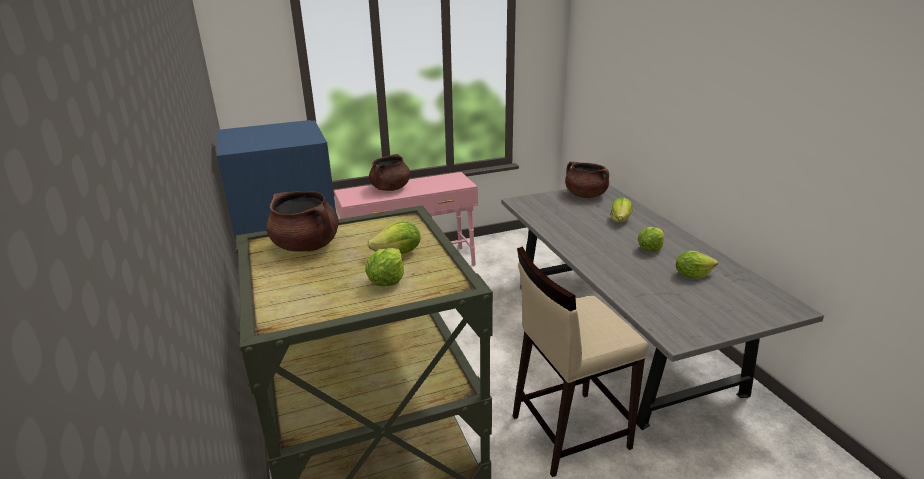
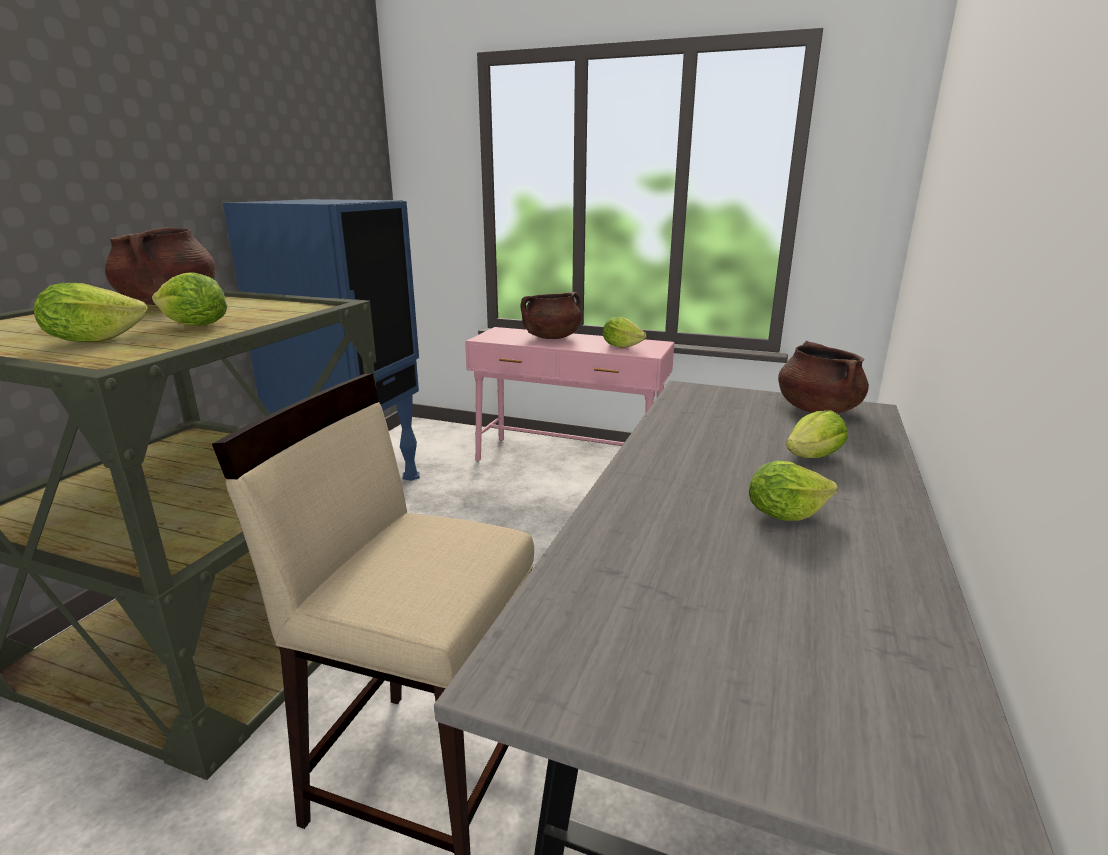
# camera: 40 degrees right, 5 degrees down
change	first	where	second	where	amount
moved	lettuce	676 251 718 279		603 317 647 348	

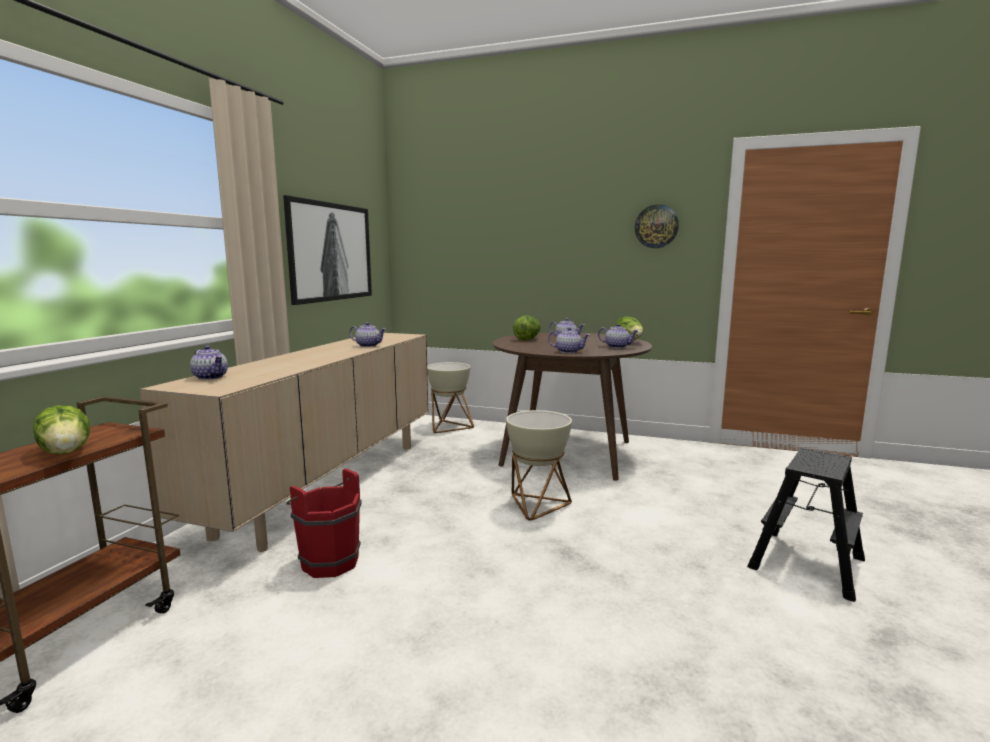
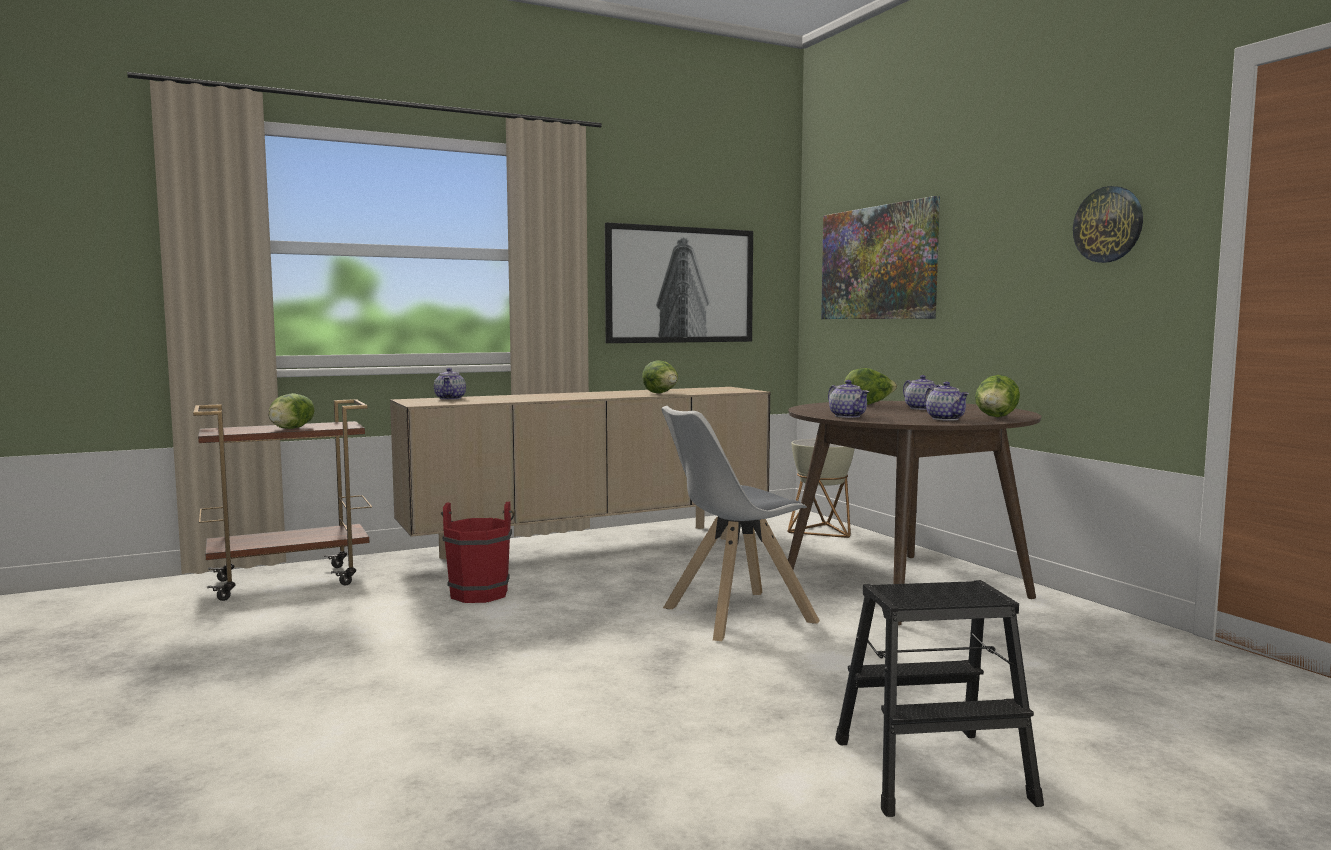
# camera: 45 degrees right, 5 degrees down
change	first	where	second	where	amount
replaced	teapot	349 322 386 347	lettuce	642 360 678 393	
replaced	planter	506 410 572 521	chair	661 406 820 641	
added			picture	821 196 940 319	

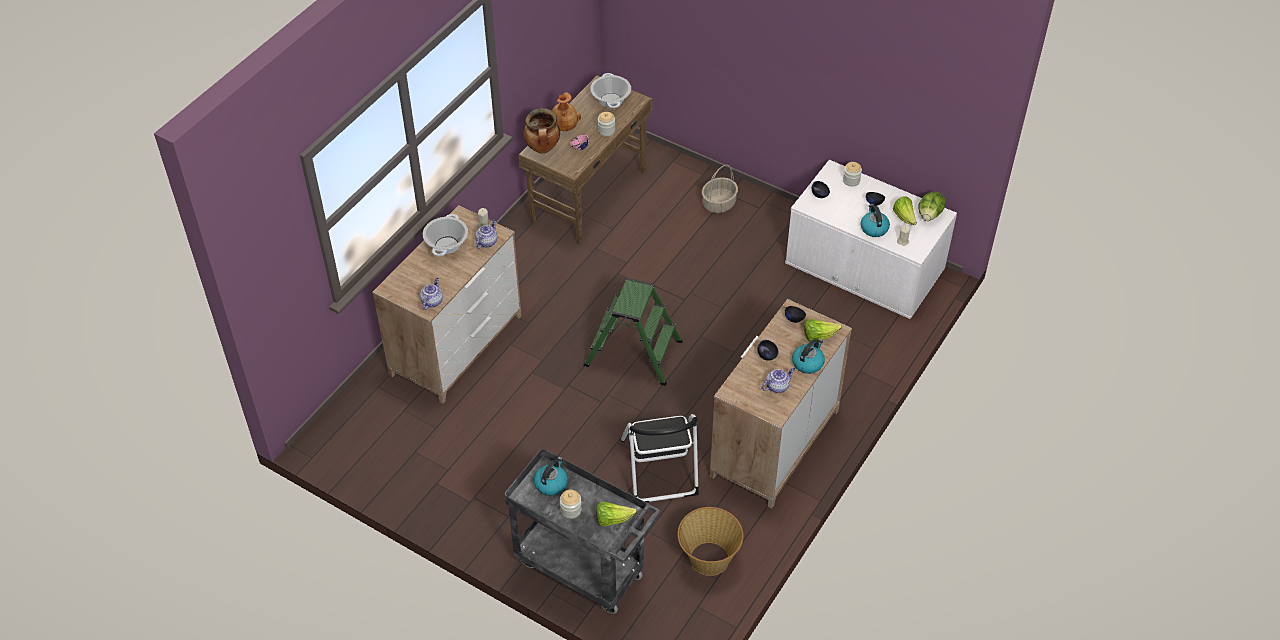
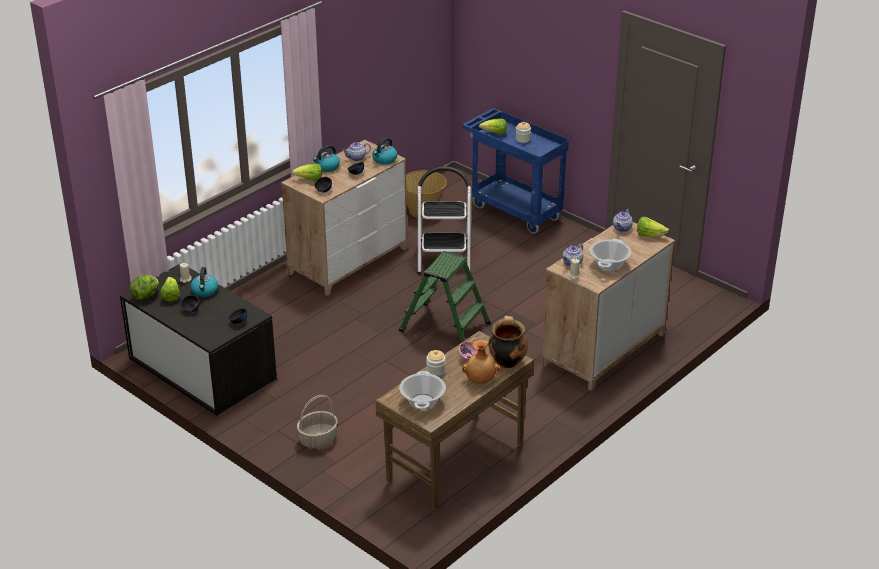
# camera: 170 degrees left, 15 degrees down
change	first	where	second	where	amount
recoloured	white cabinet	785 160 957 319	black cabinet	120 263 277 416	
moved	kettle	534 457 568 496		372 137 397 165	
recoloured	grey cart	505 449 660 614	blue cart	463 108 569 234	
added			lettuce	637 217 669 237	
removed	jar	843 162 862 187			

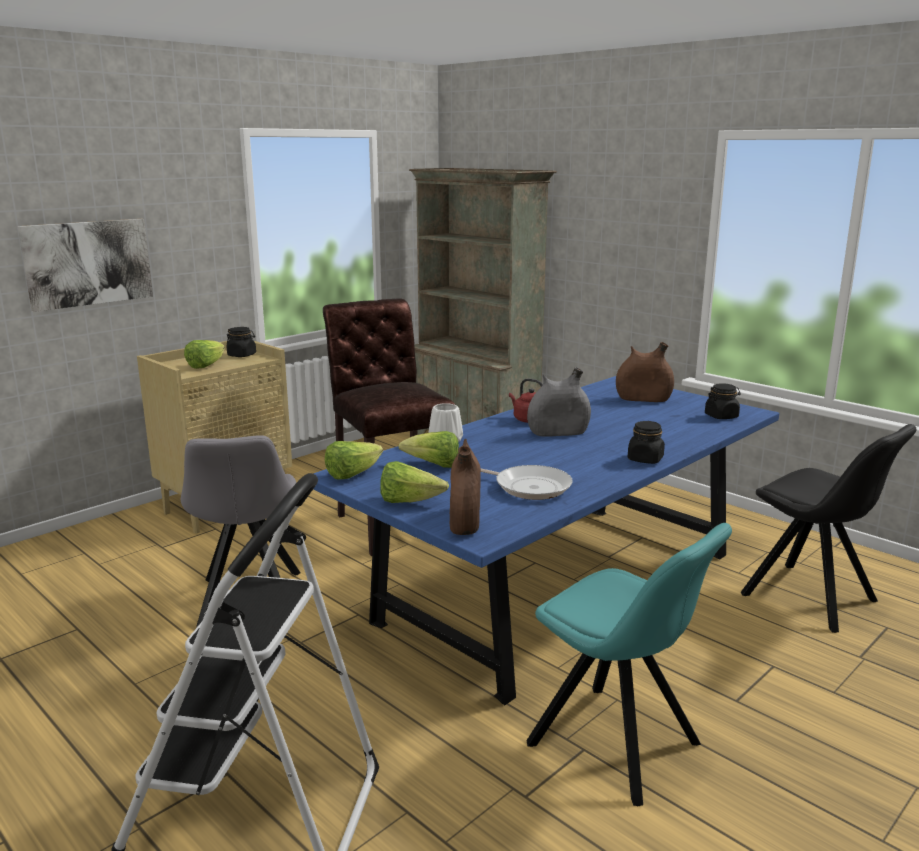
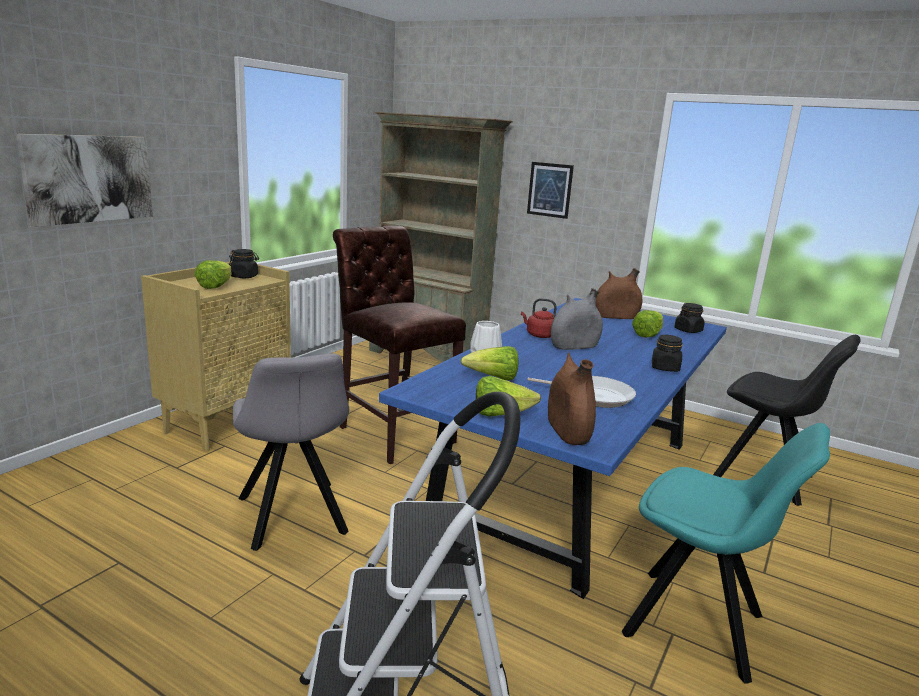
# camera: 15 degrees left, 0 degrees up
change	first	where	second	where	amount
added			picture	527 162 574 219	
moved	lettuce	325 441 383 480		632 310 663 337	

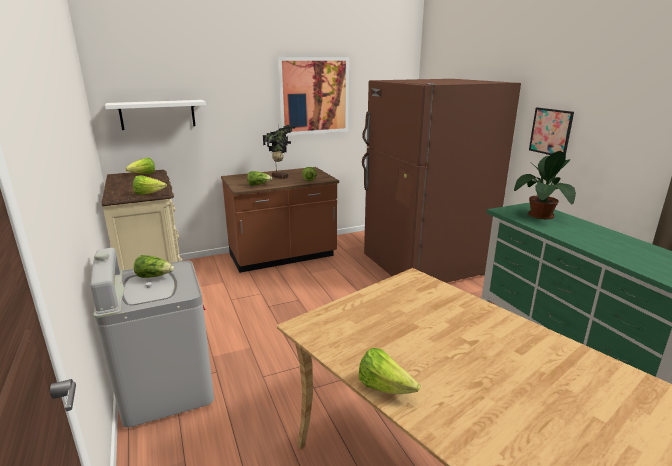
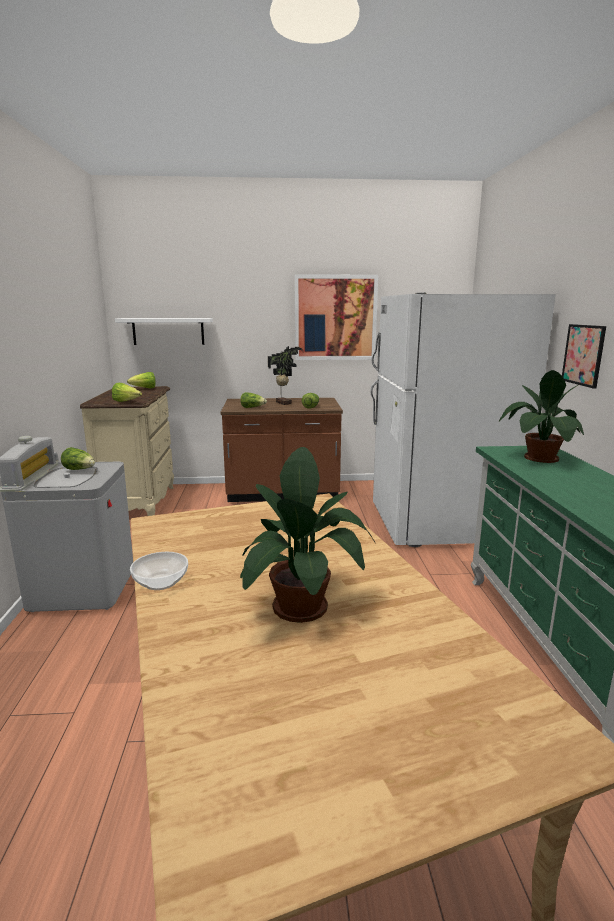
# camera: 20 degrees right, 5 degrees down
change	first	where	second	where	amount
replaced	lettuce	359 348 420 394	bowl	130 552 188 590	
added			potted plant	240 447 375 623	
recoloured	brown fridge	362 79 521 283	white fridge	370 292 556 547	

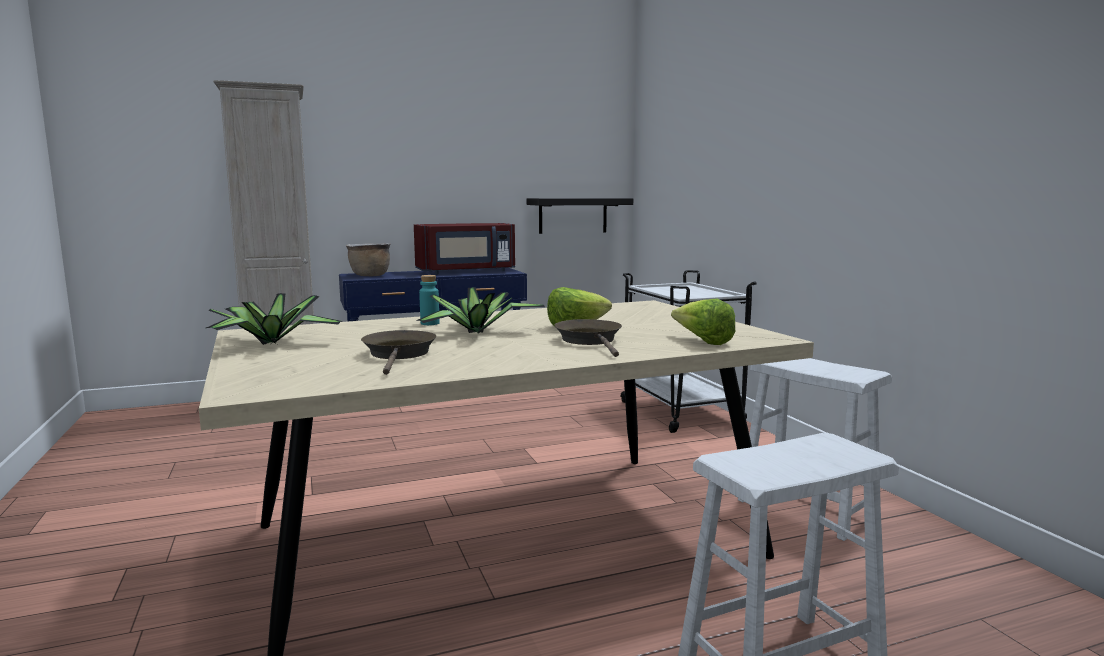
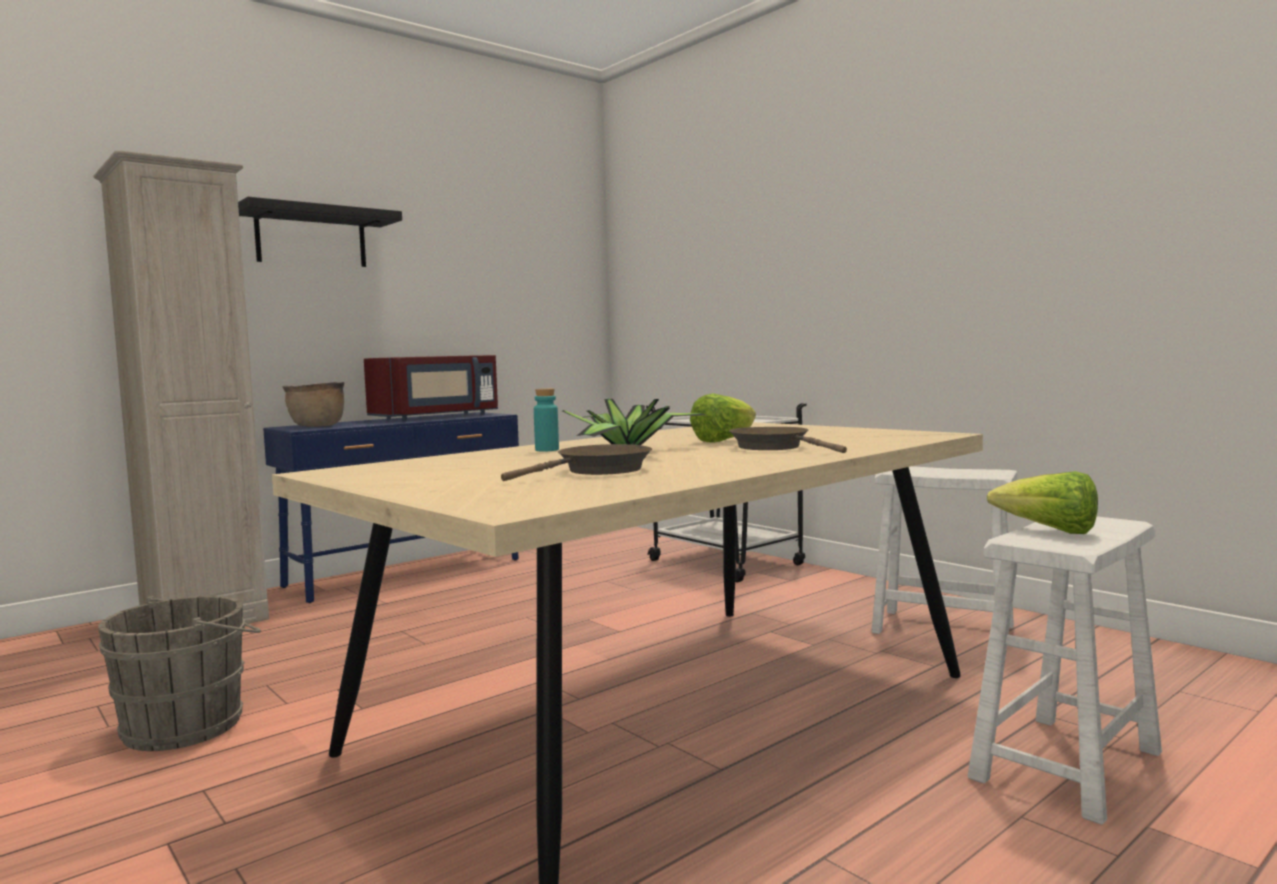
# camera: 20 degrees left, 5 degrees down
change	first	where	second	where	amount
added			grey bucket	98 596 261 751	
moved	black shelf	527 198 633 234		238 197 402 267	
turned	brown frying pan	361 330 437 375		501 444 652 481	75 degrees clockwise
moved	lettuce	671 299 735 345		987 471 1098 534	
removed	potted plant	206 293 343 345			

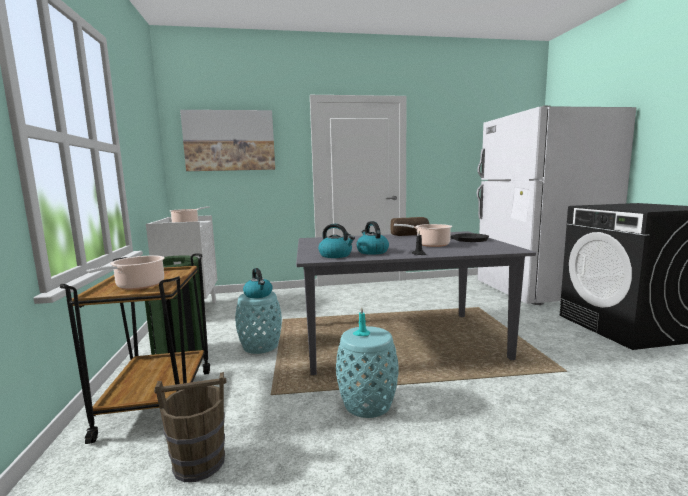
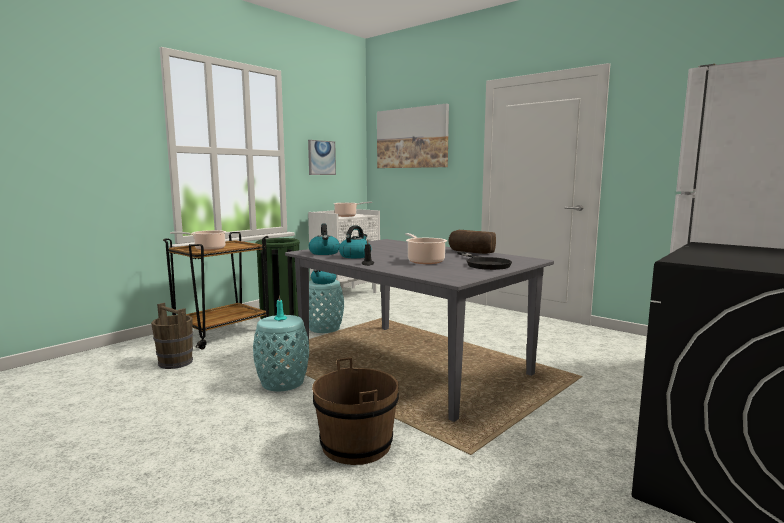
# camera: 50 degrees right, 0 degrees up
change	first	where	second	where	amount
added			picture	308 140 336 175	
added			brown bucket	312 357 399 465	

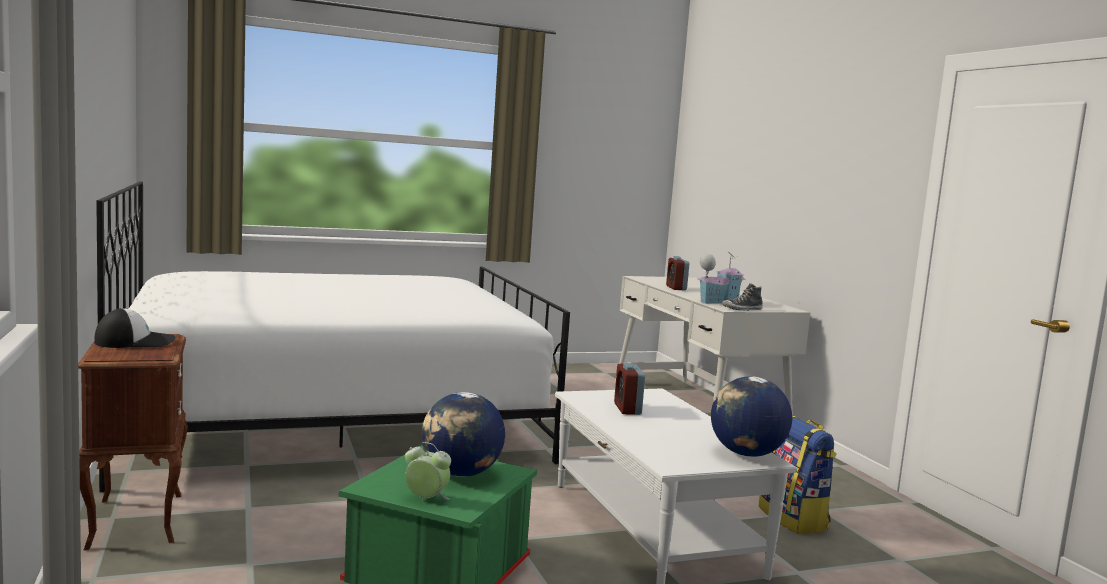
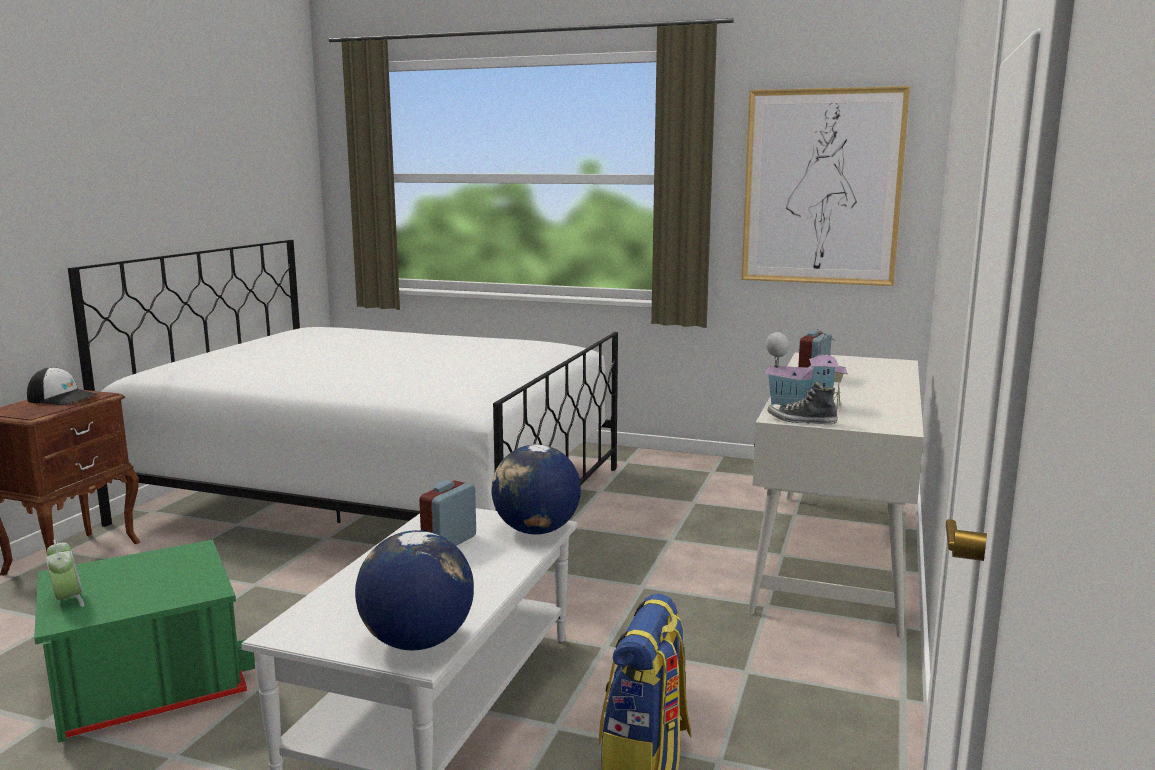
# camera: 40 degrees right, 5 degrees up
change	first	where	second	where	amount
moved	globe	421 392 505 477		491 445 581 535	
added			picture	741 86 910 286	

